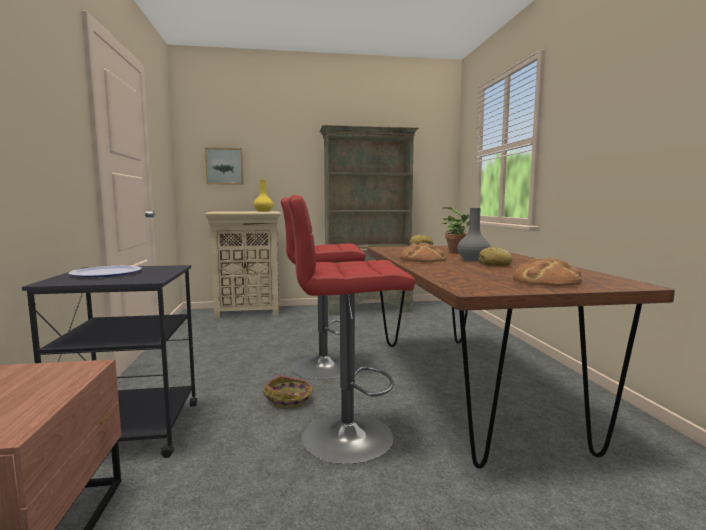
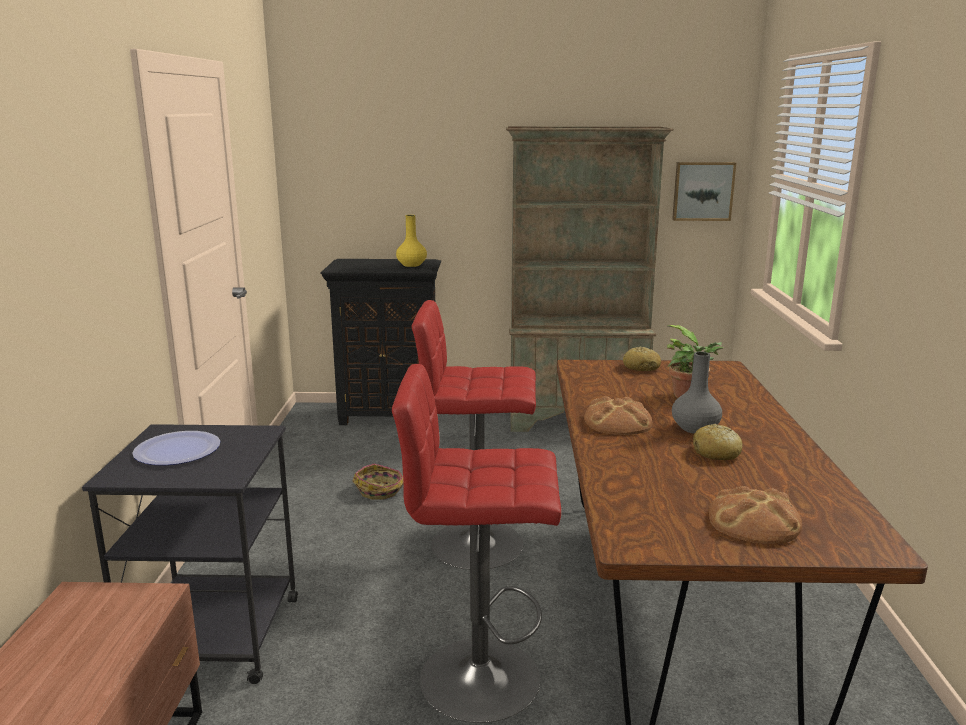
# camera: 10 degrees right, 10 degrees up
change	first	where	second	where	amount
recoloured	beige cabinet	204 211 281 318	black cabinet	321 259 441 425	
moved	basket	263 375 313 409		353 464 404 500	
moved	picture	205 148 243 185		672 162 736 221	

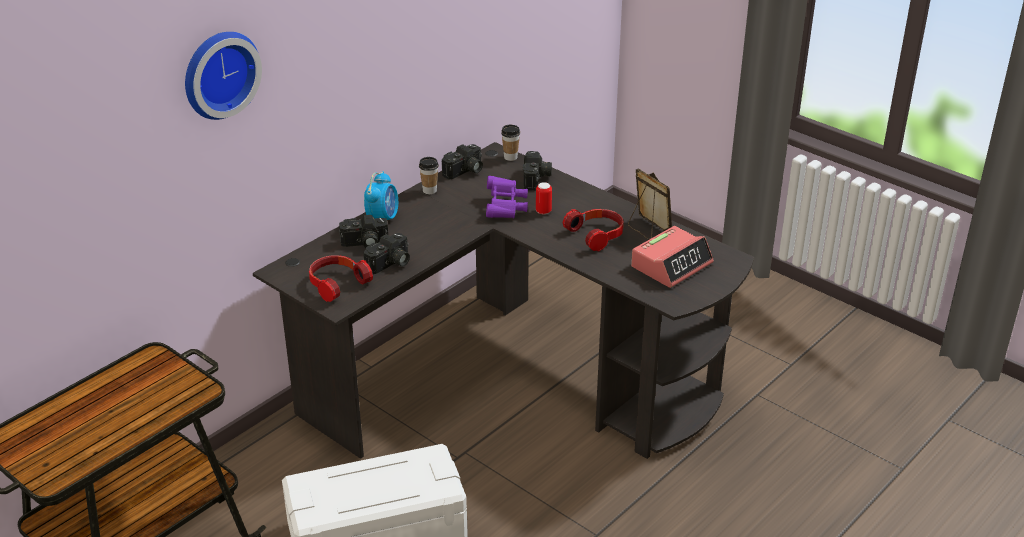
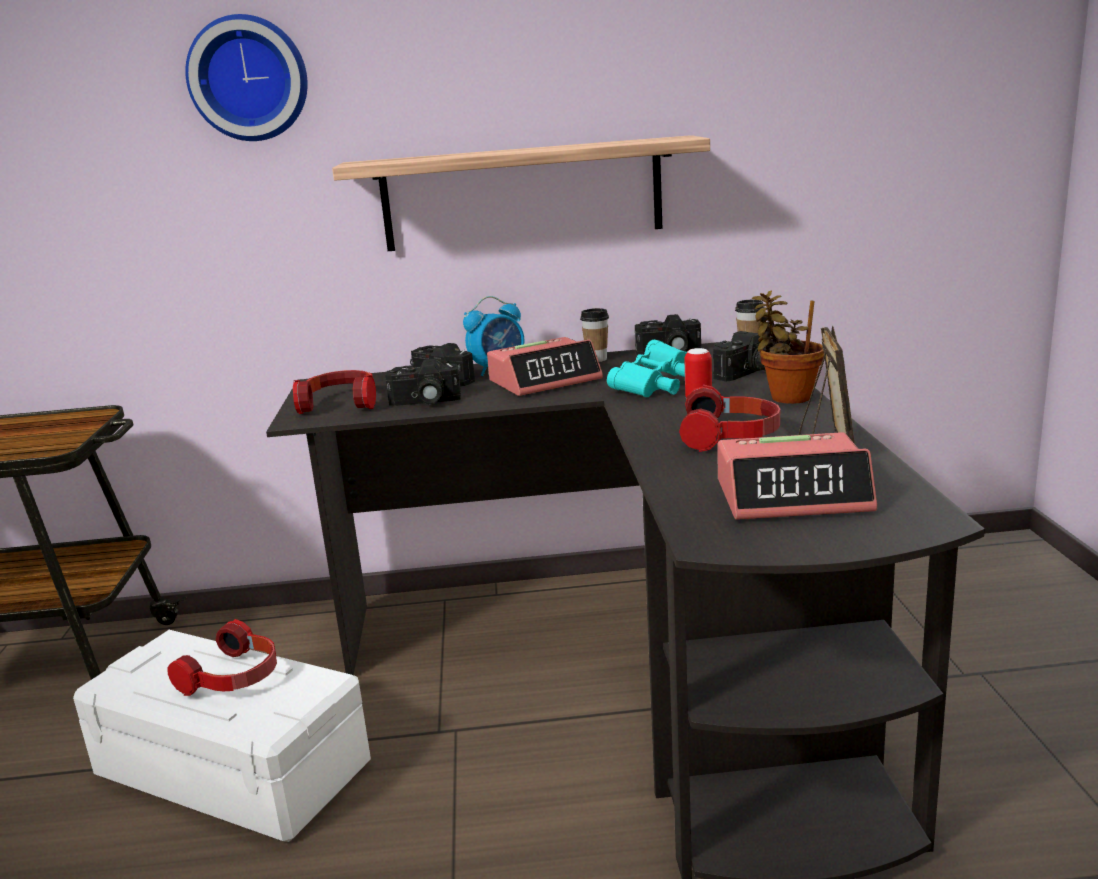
# camera: 45 degrees right, 15 degrees down
change	first	where	second	where	amount
added			headphones	167 619 277 696	
added			shelf	332 135 710 251	
added			alarm clock	487 337 603 396	
recoloured	purple binoculars	486 176 528 218	turquoise binoculars	607 340 687 397	
added			potted plant	751 291 824 404	

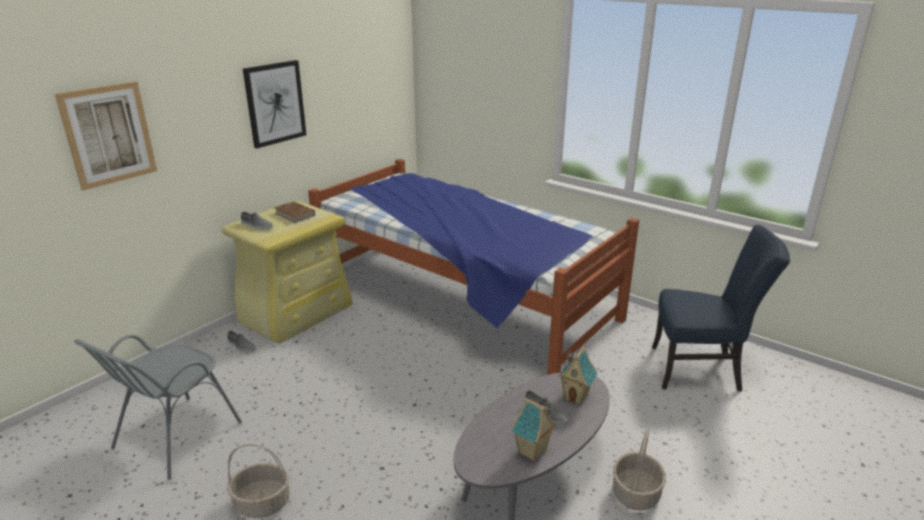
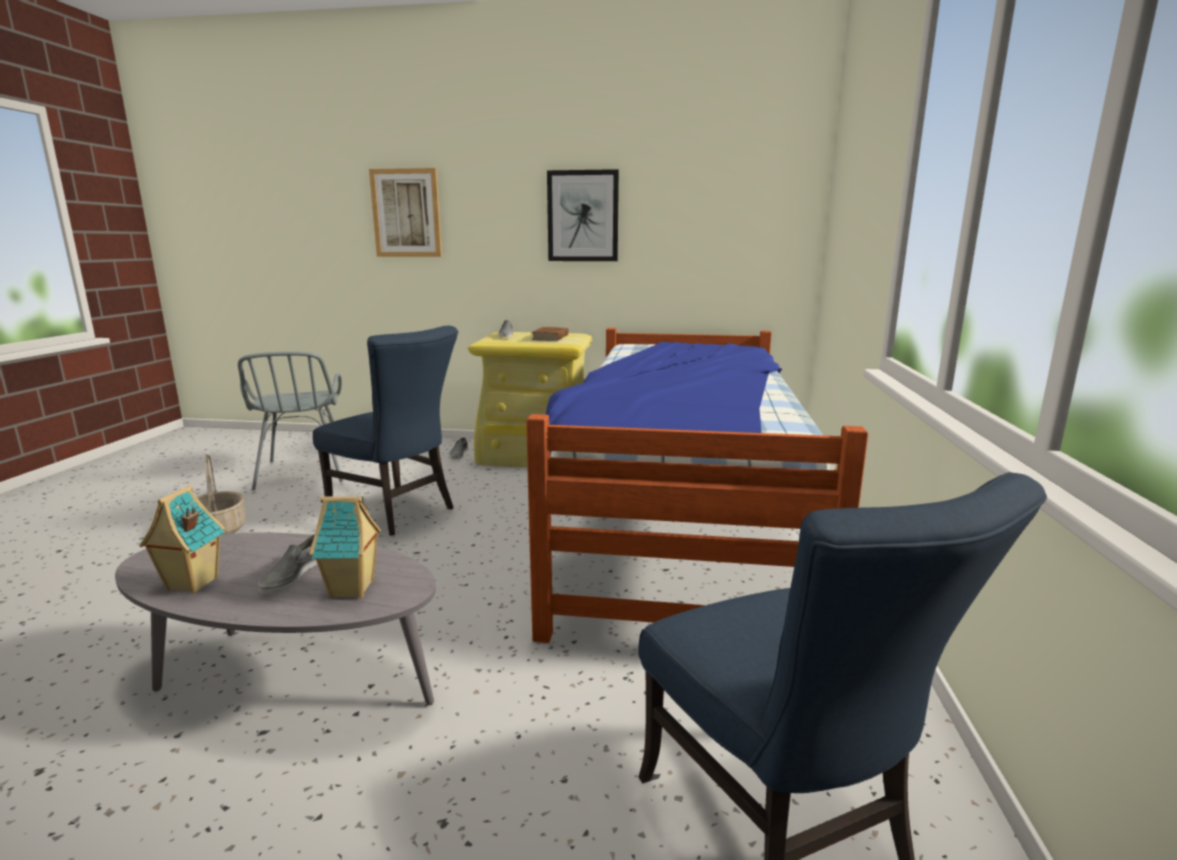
# camera: 60 degrees right, 10 degrees down
change	first	where	second	where	amount
turned	grey chair	74 335 243 483		238 351 347 493	105 degrees counterclockwise
added			blue chair	313 326 459 536	
removed	basket	613 430 666 511			

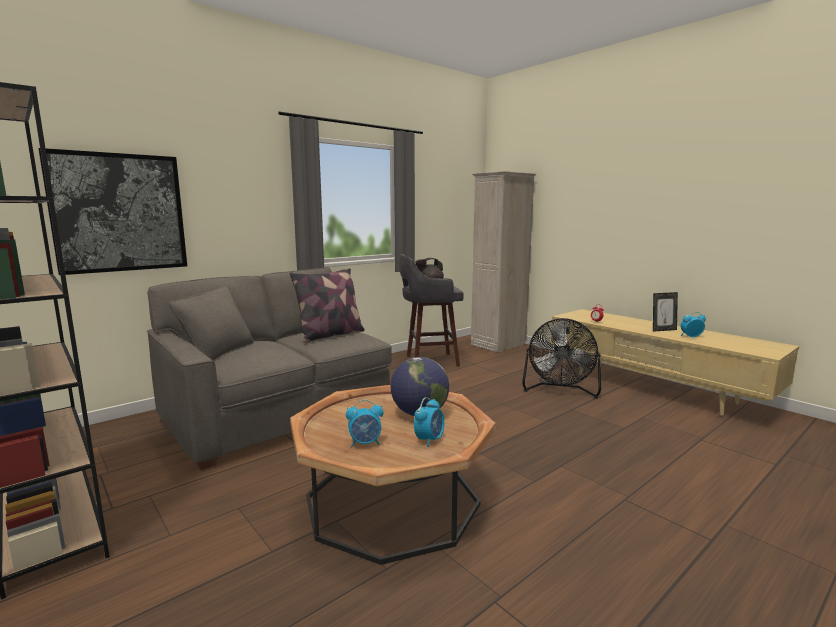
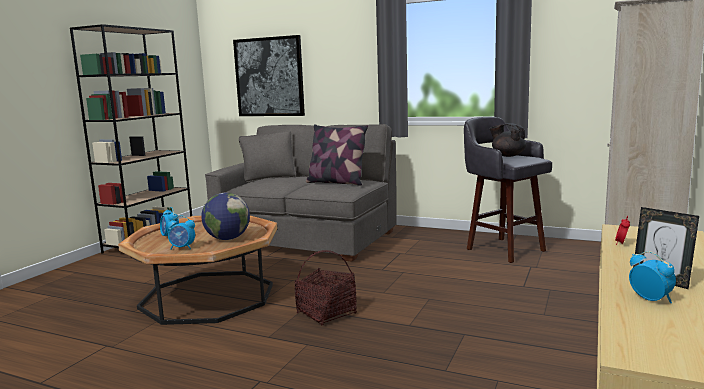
# camera: 65 degrees right, 0 degrees up
change	first	where	second	where	amount
added			basket	295 250 357 325	
removed	black fan	522 318 601 399			

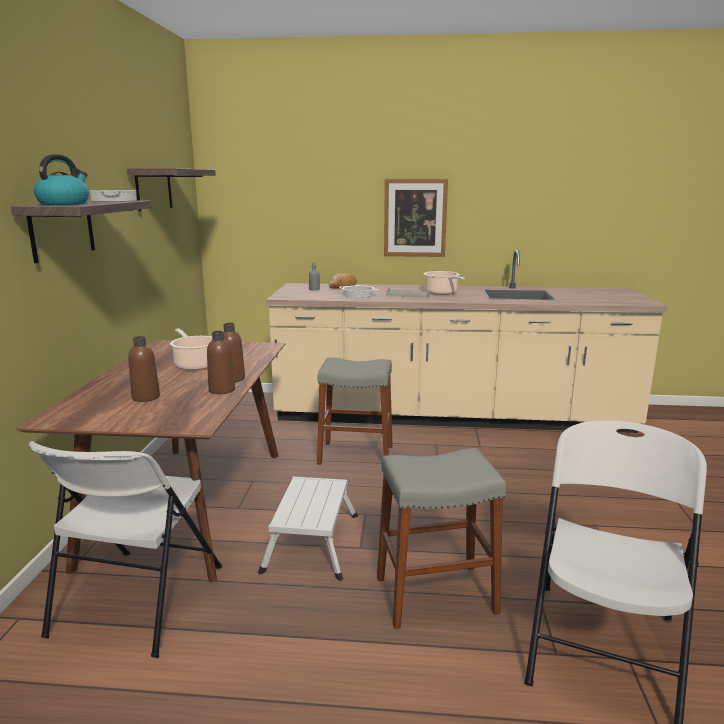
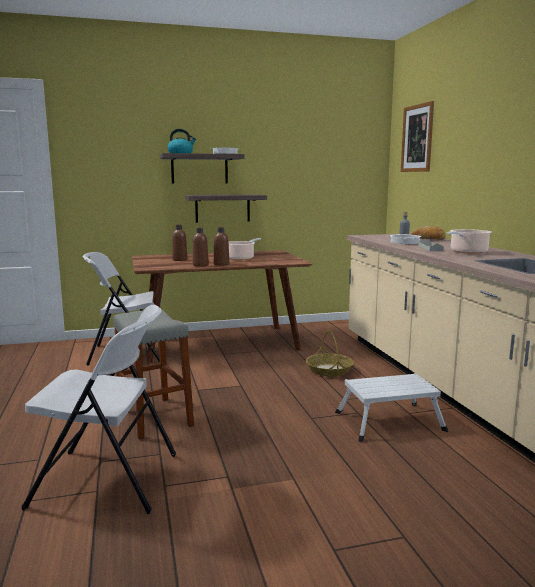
# camera: 70 degrees right, 5 degrees down
change	first	where	second	where	amount
moved	shelf	127 168 216 212		185 194 267 223	
replaced	grey stool	317 357 393 465	basket	306 330 354 377	
moved	white step ladder	258 477 358 581		335 373 448 442	
moved	picture	384 179 448 257		401 101 434 172	

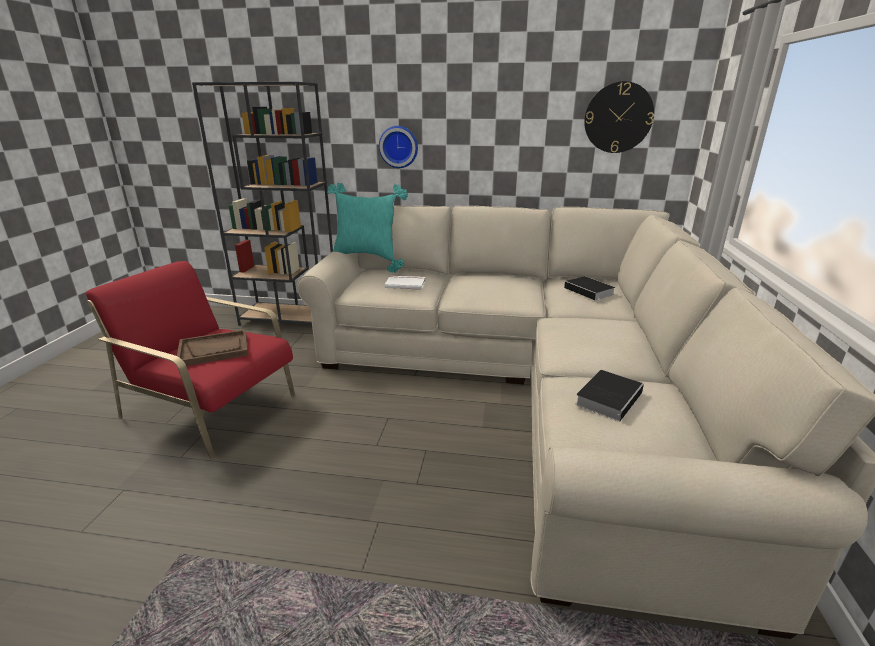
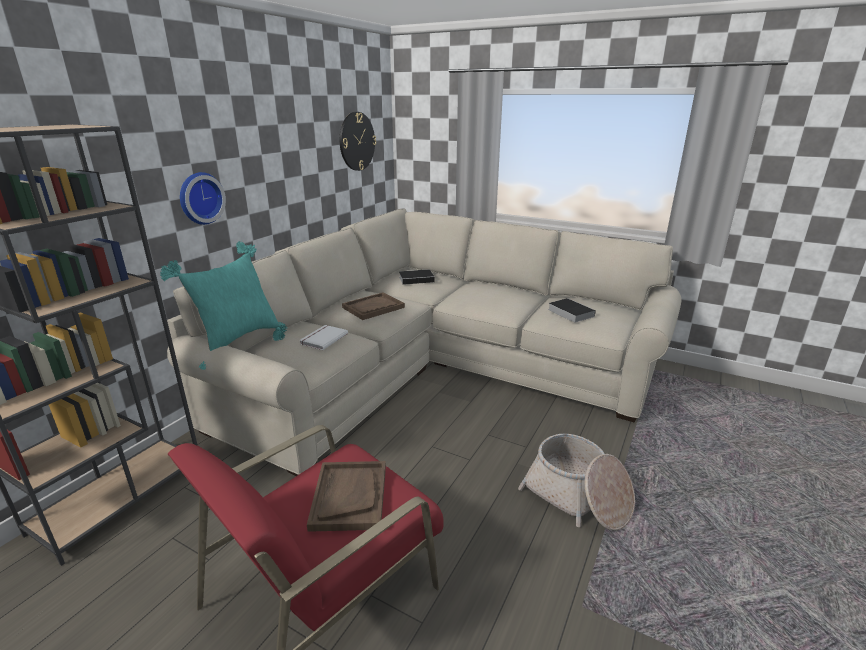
# camera: 70 degrees left, 0 degrees up
change	first	where	second	where	amount
added			brown tray	342 292 405 320	
added			basket	518 433 635 531	

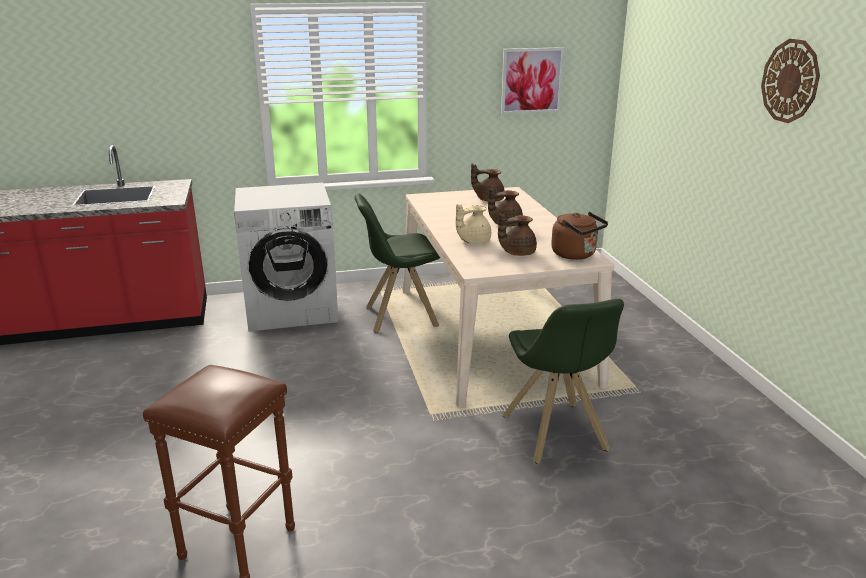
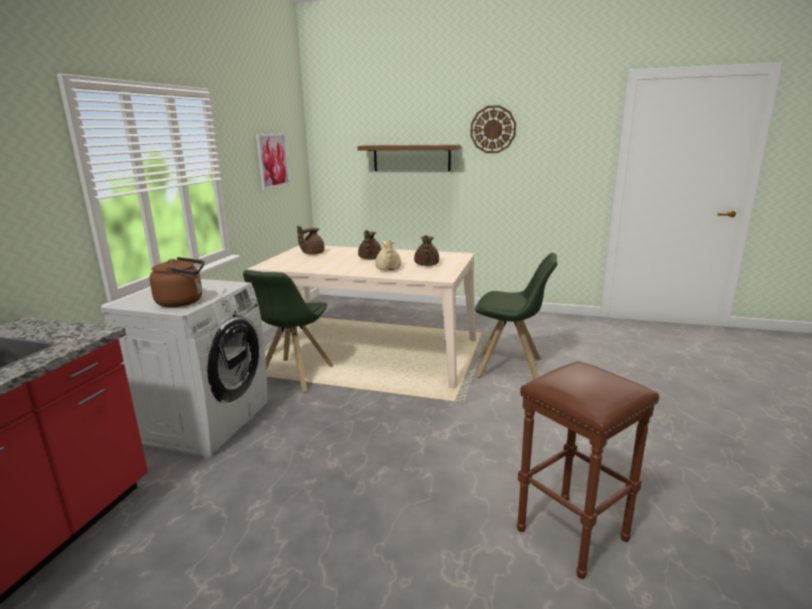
# camera: 60 degrees left, 5 degrees down
change	first	where	second	where	amount
moved	brown kettle	551 212 608 260		149 257 204 307	
added			shelf	357 144 460 171	

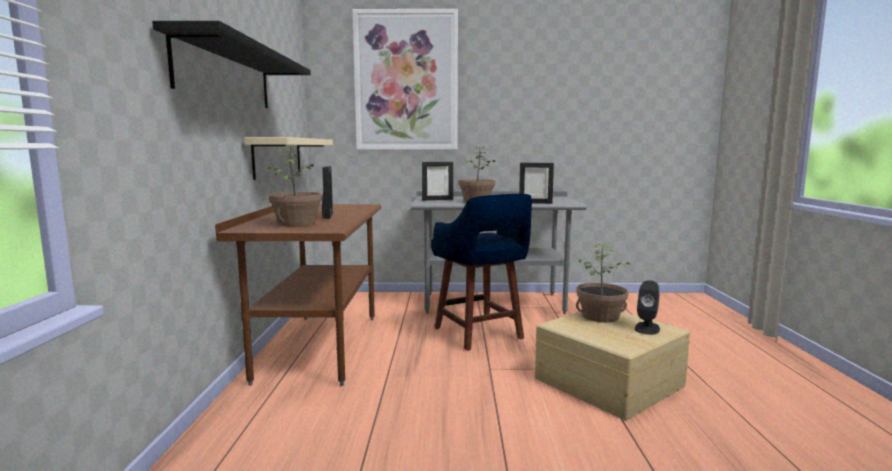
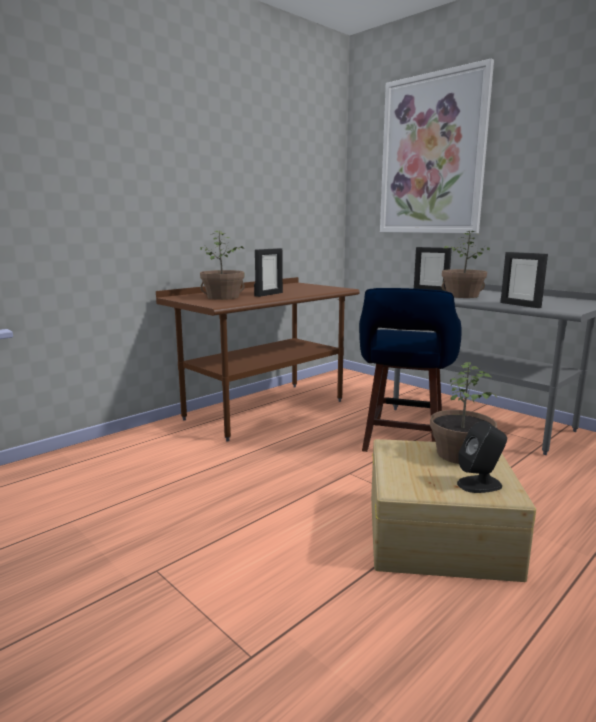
# camera: 45 degrees right, 5 degrees up
change	first	where	second	where	amount
removed	black shelf	152 21 311 108			
removed	beige shelf	244 137 333 180			

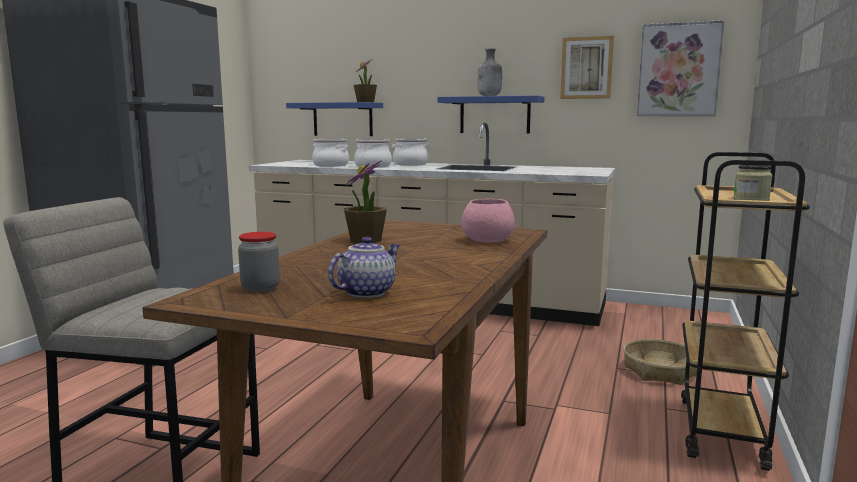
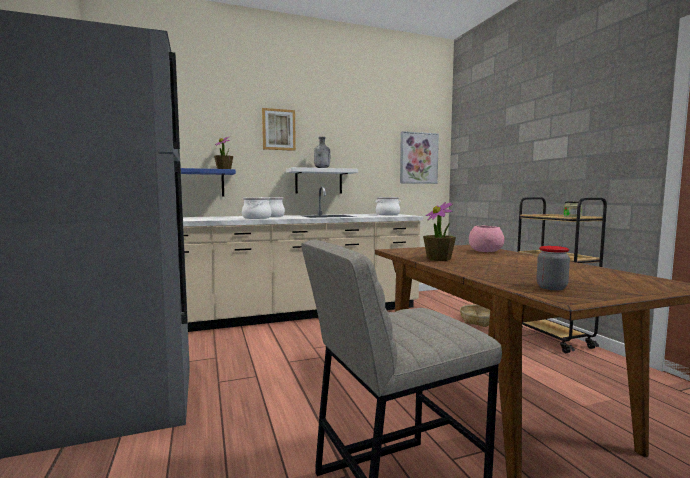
# camera: 40 degrees left, 5 degrees down
change	first	where	second	where	amount
moved	picture	560 36 614 99		262 108 296 151	
recoloured	blue shelf	437 95 545 134	white shelf	286 167 358 194	
moved	cooking pot	312 139 349 167		375 197 401 215	
removed	teapot	328 237 400 298			

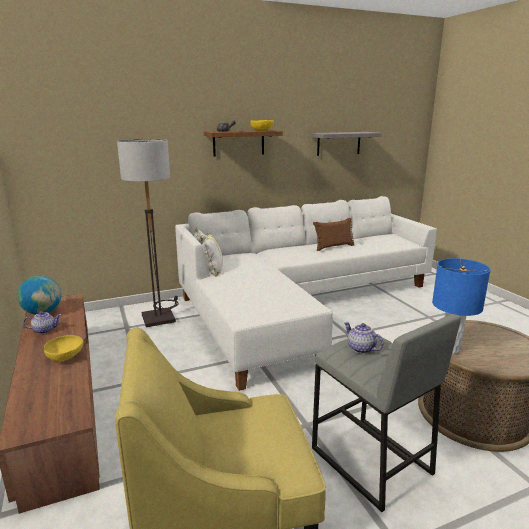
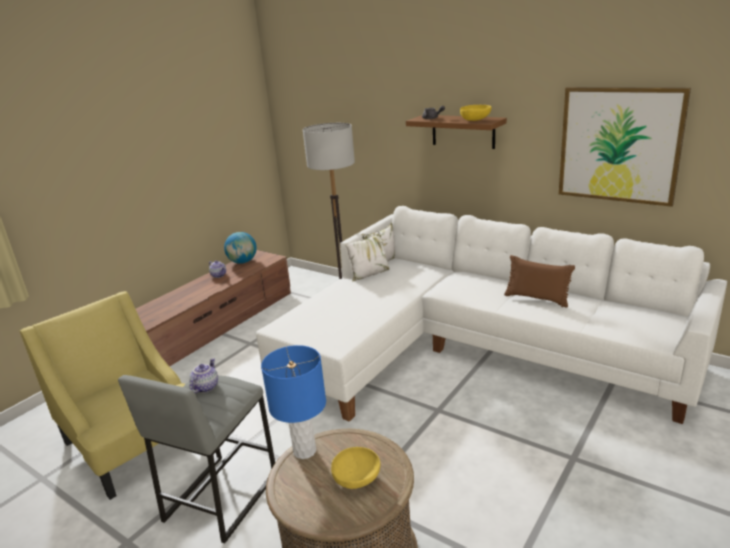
# camera: 60 degrees right, 5 degrees up
change	first	where	second	where	amount
moved	yellow bowl	44 335 83 362		331 447 380 489	
replaced	grey shelf	311 132 382 156	picture	559 87 691 207	

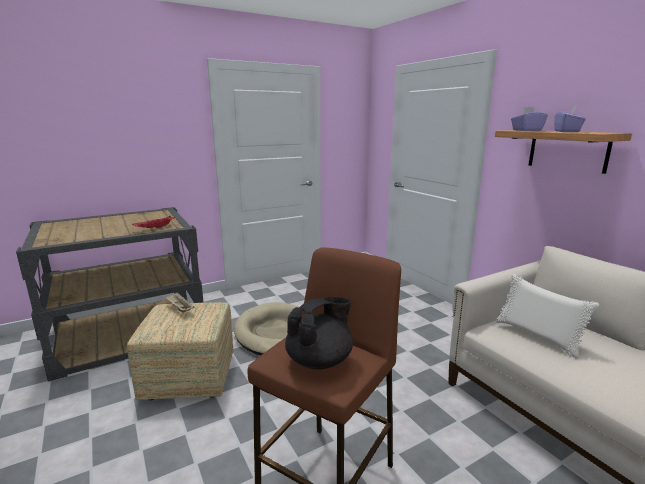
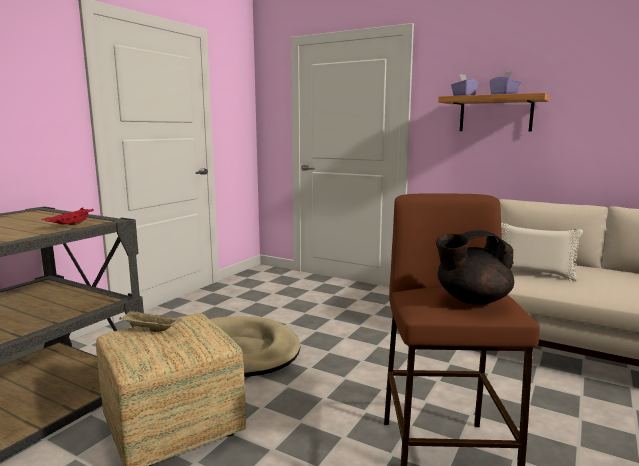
# camera: 30 degrees left, 5 degrees down
change	first	where	second	where	amount
turned	black teapot	285 297 353 369		436 230 514 305	120 degrees counterclockwise

